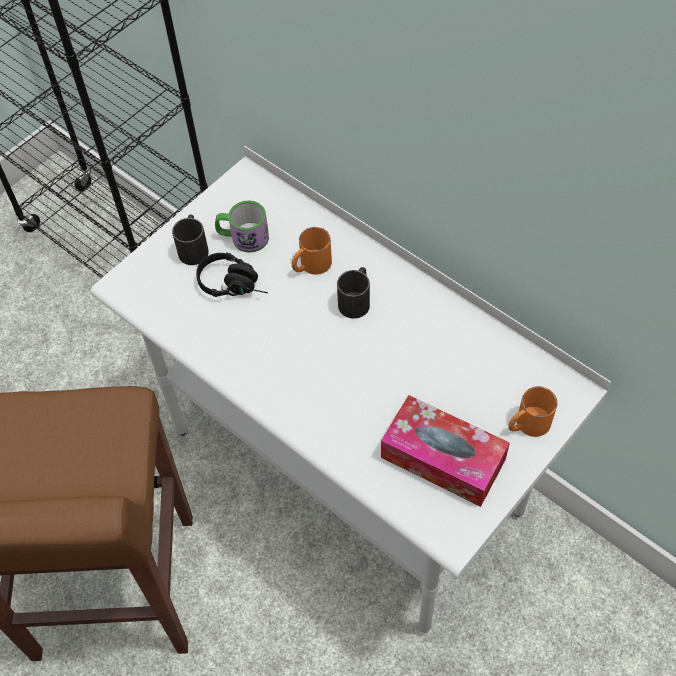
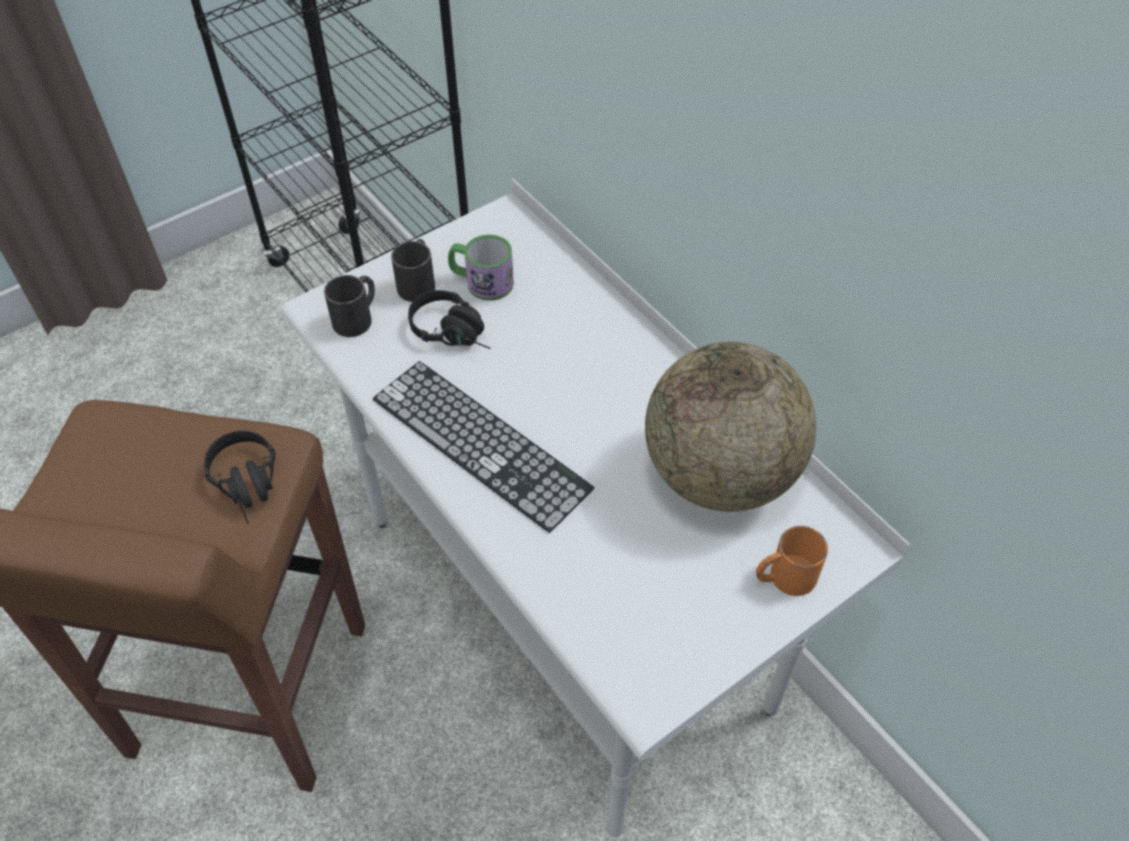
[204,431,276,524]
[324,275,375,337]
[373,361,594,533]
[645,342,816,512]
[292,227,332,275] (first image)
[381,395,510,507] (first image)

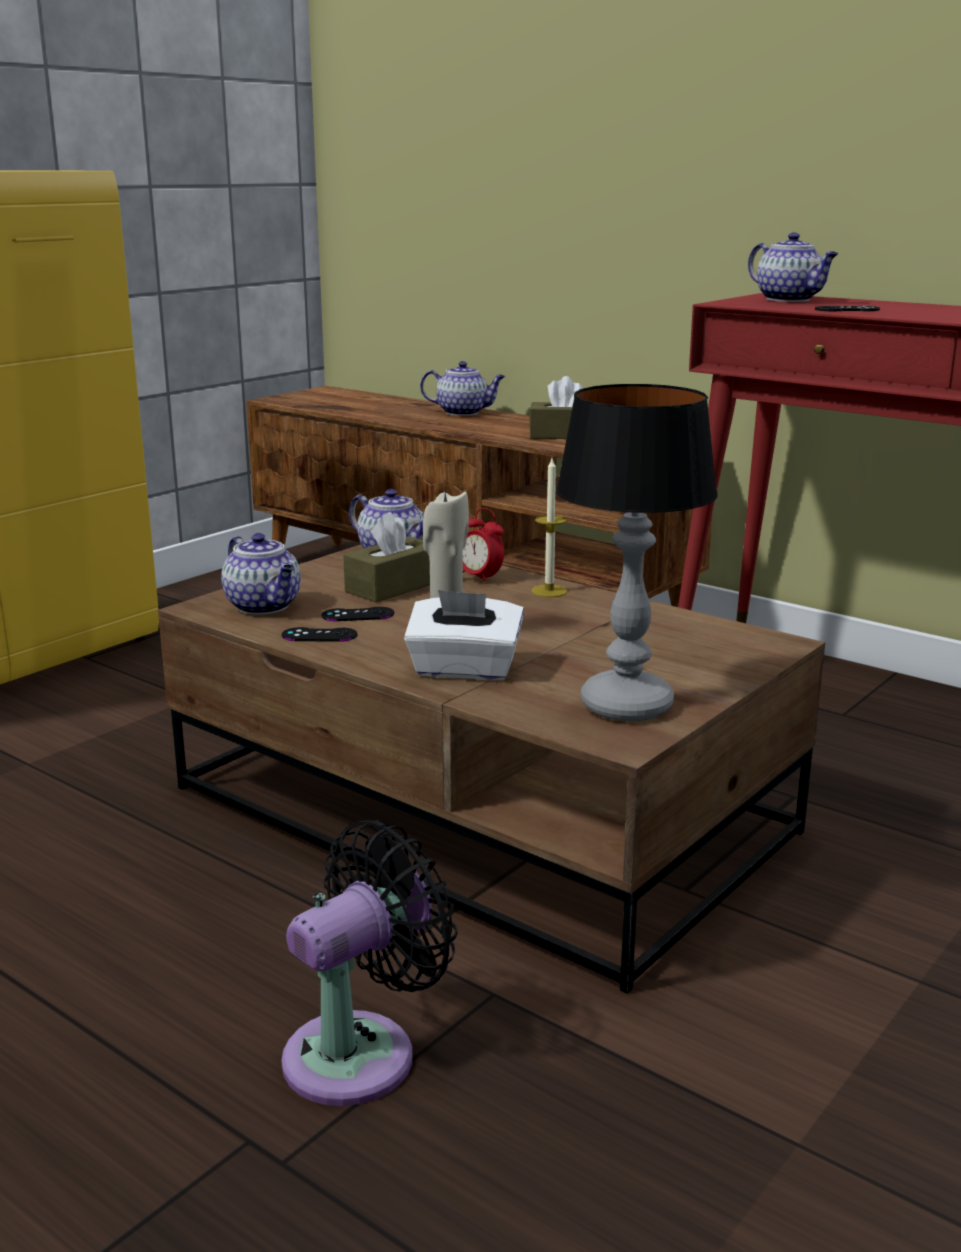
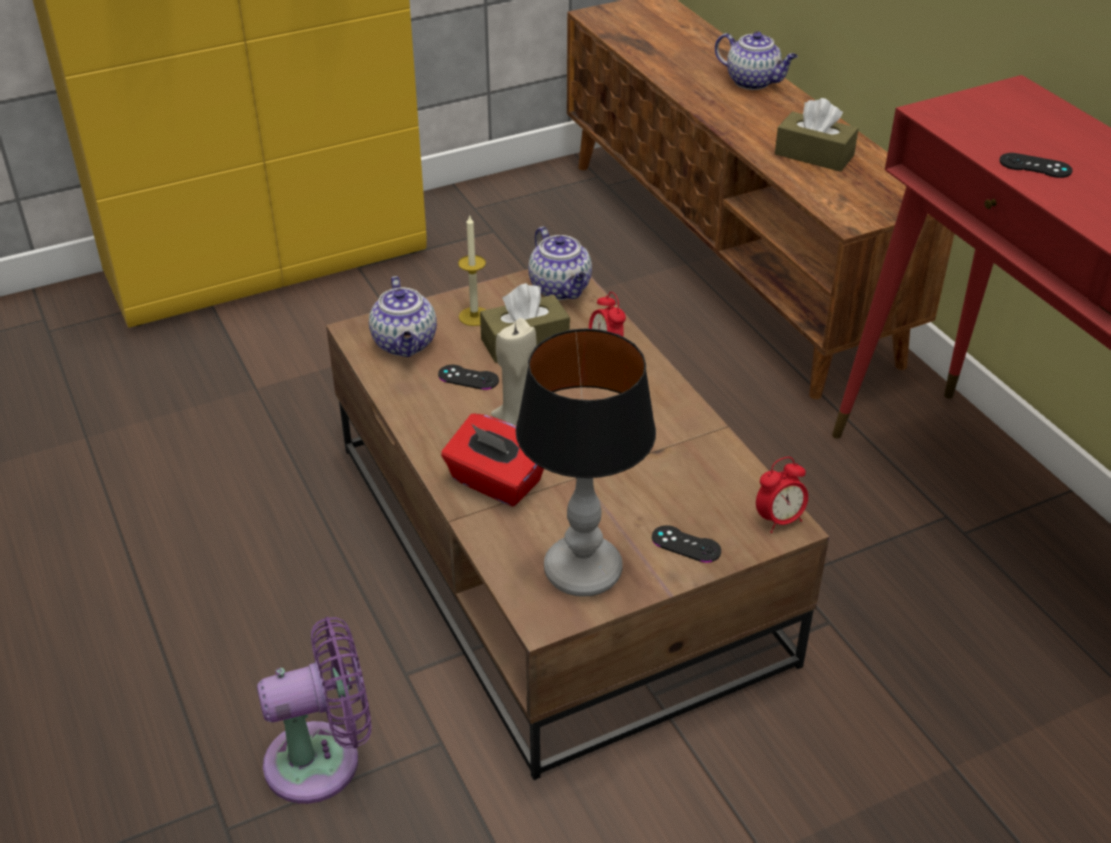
[257,617,372,804]
[441,414,544,507]
[458,216,486,326]
[652,525,721,563]
[756,457,808,533]
[748,232,838,302] (first image)

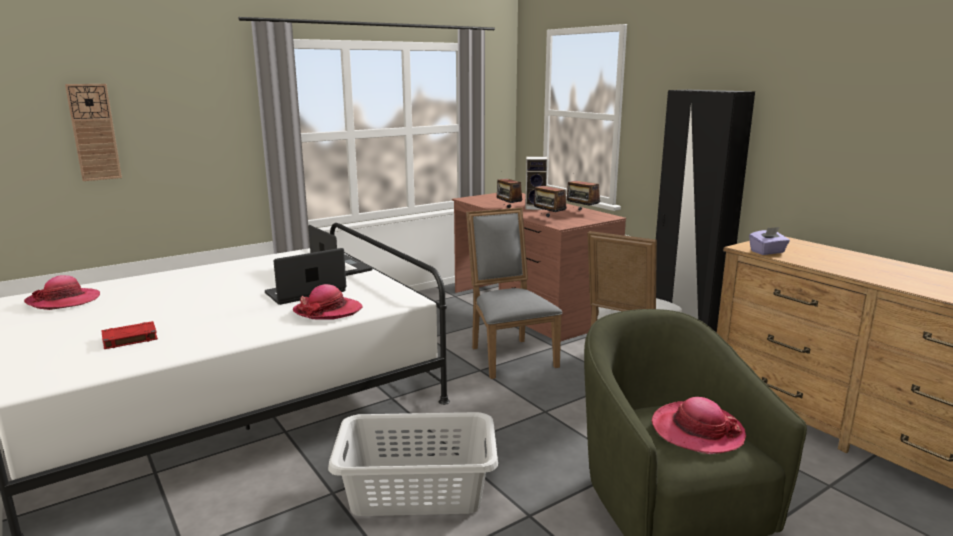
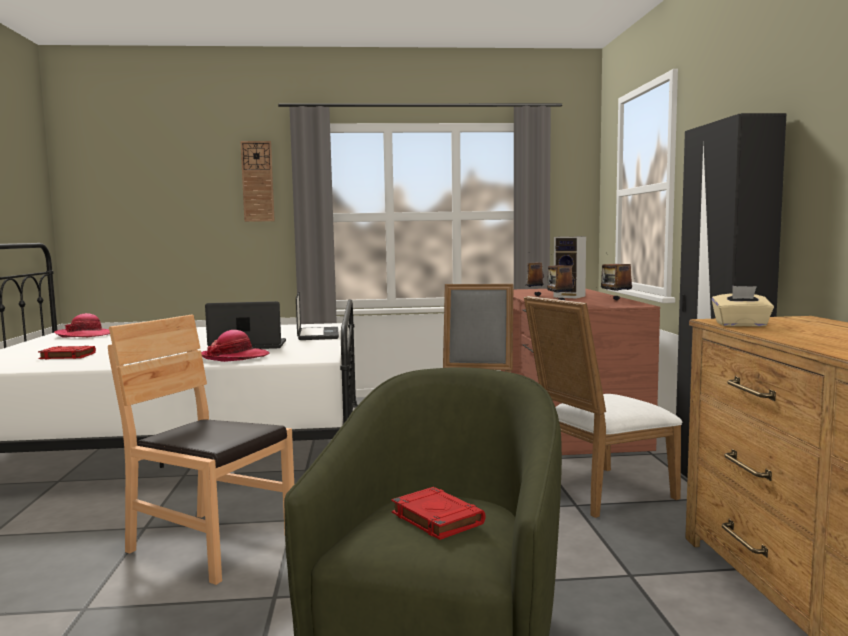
[108,314,294,585]
[240,141,275,222]
[392,487,486,540]
[712,286,774,327]

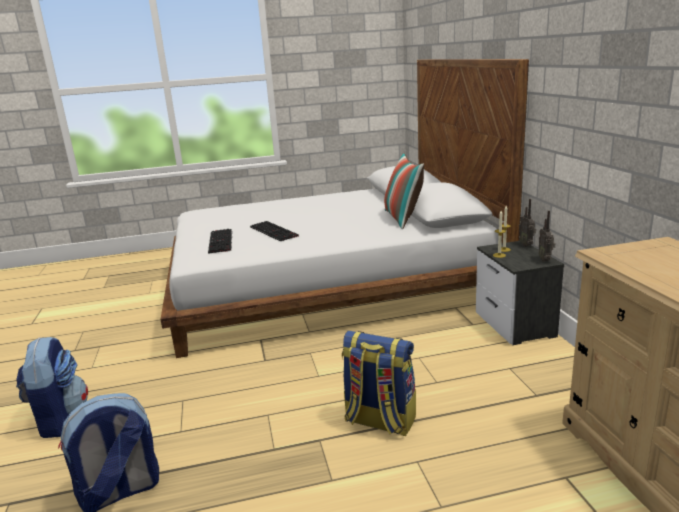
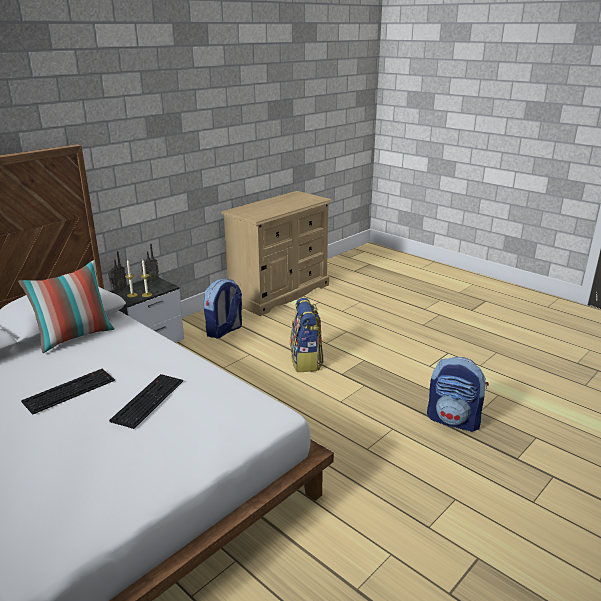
[21,369,115,415]
[204,279,242,338]

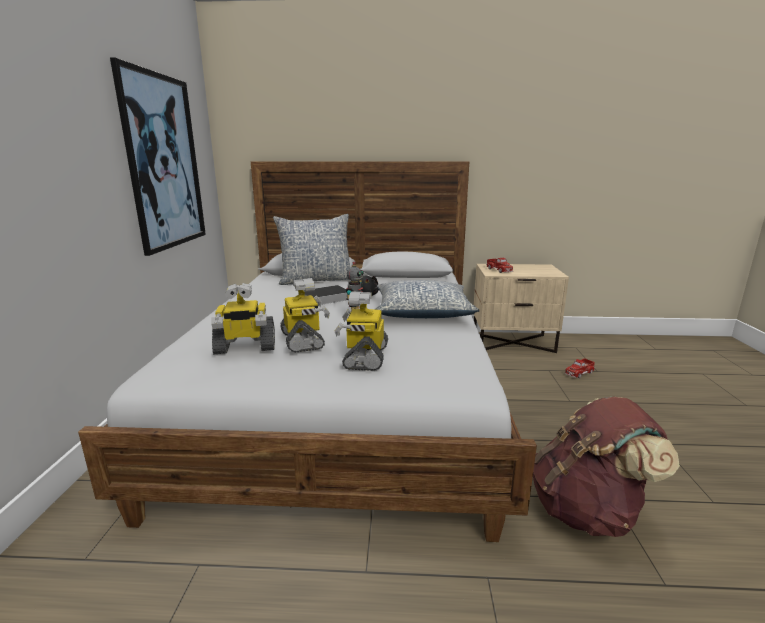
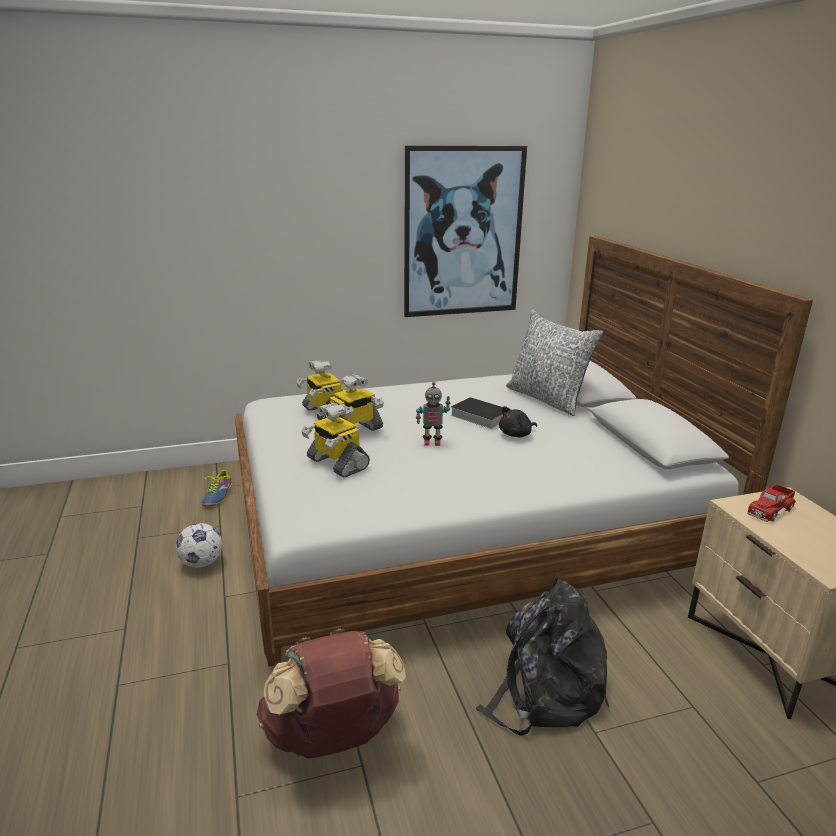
[176,523,222,568]
[202,470,232,507]
[301,403,370,478]
[475,578,609,736]
[375,280,480,318] (first image)
[565,358,595,378] (first image)

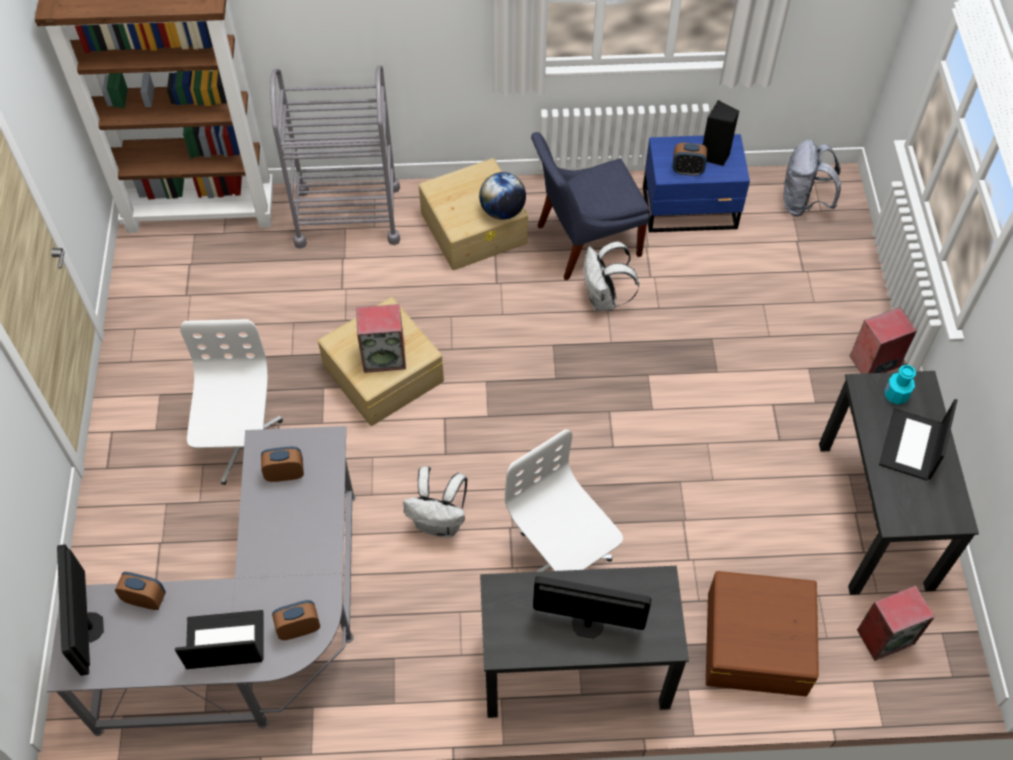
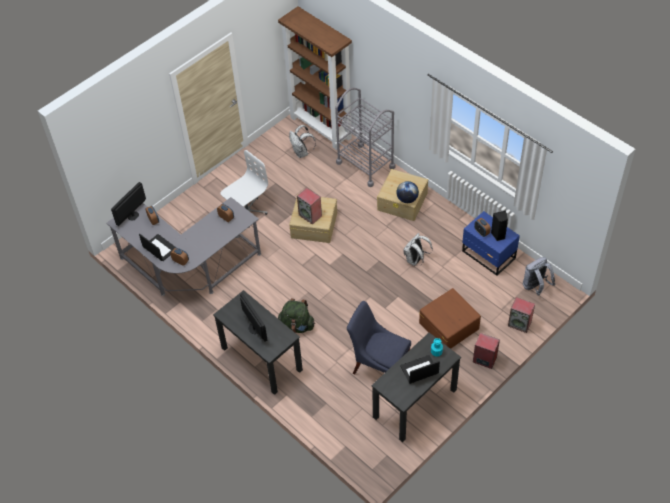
[278,299,315,333]
[289,125,316,158]
[347,301,411,374]
[419,288,481,349]
[508,297,535,333]

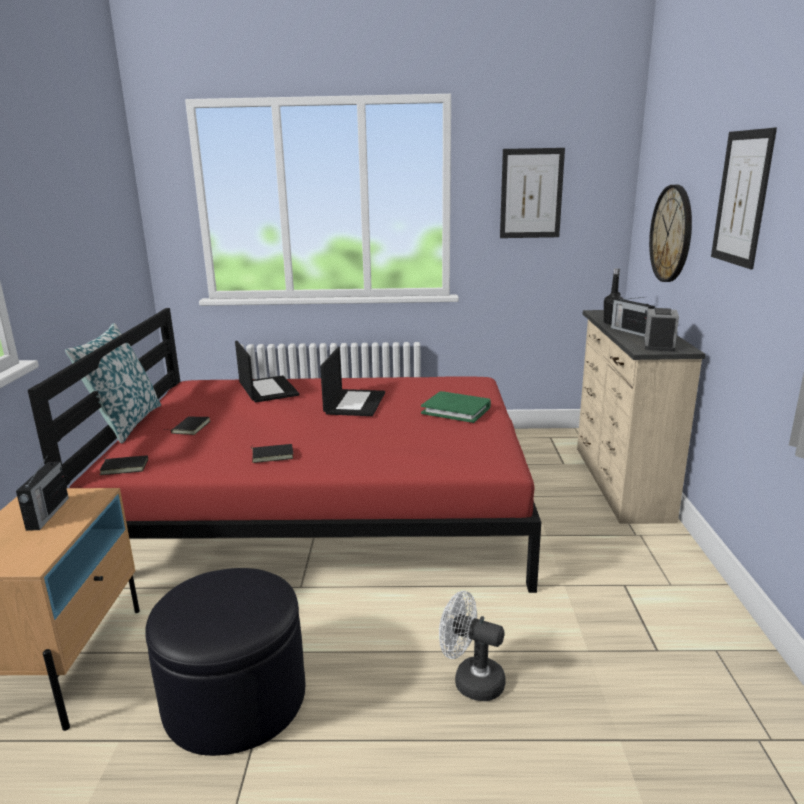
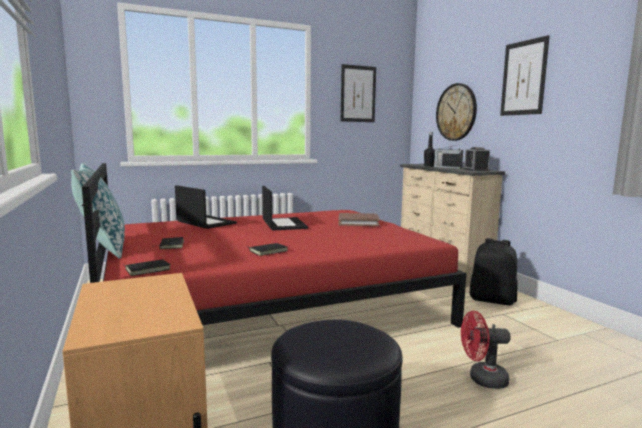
[338,213,380,226]
[461,311,511,389]
[470,238,518,305]
[16,454,69,531] (first image)

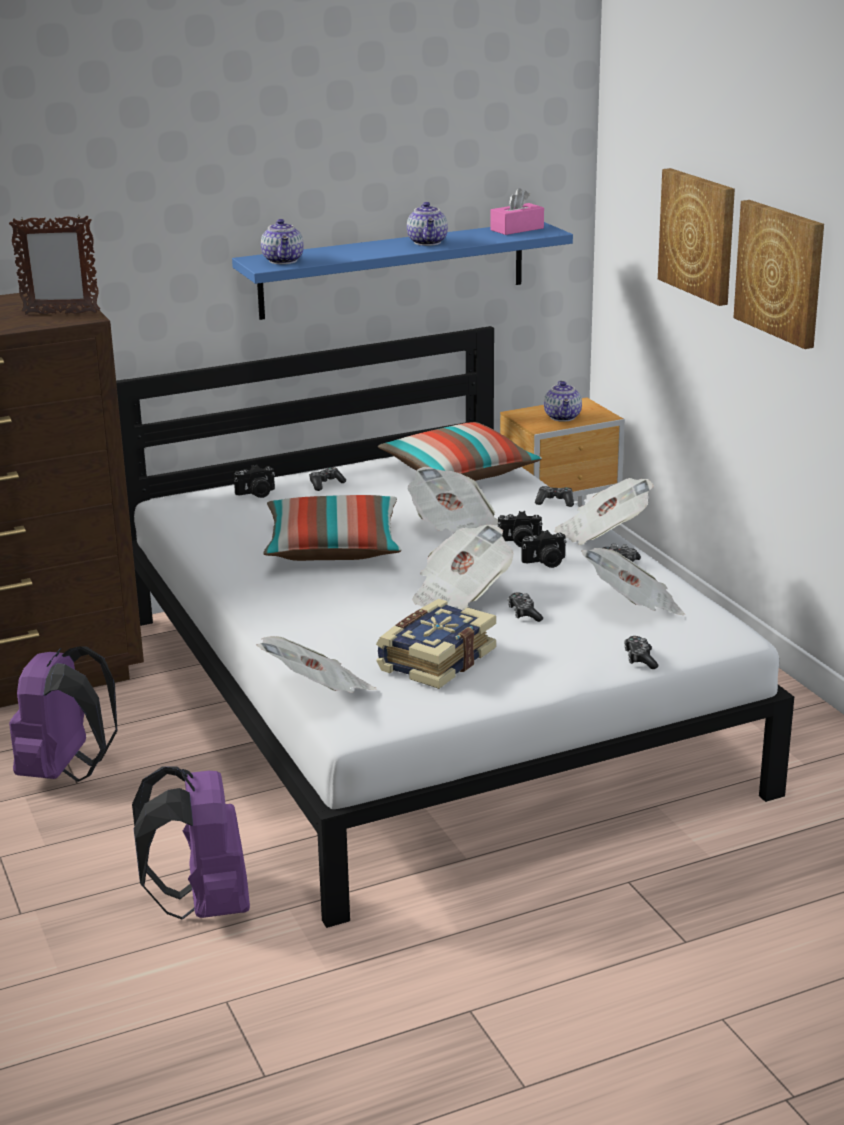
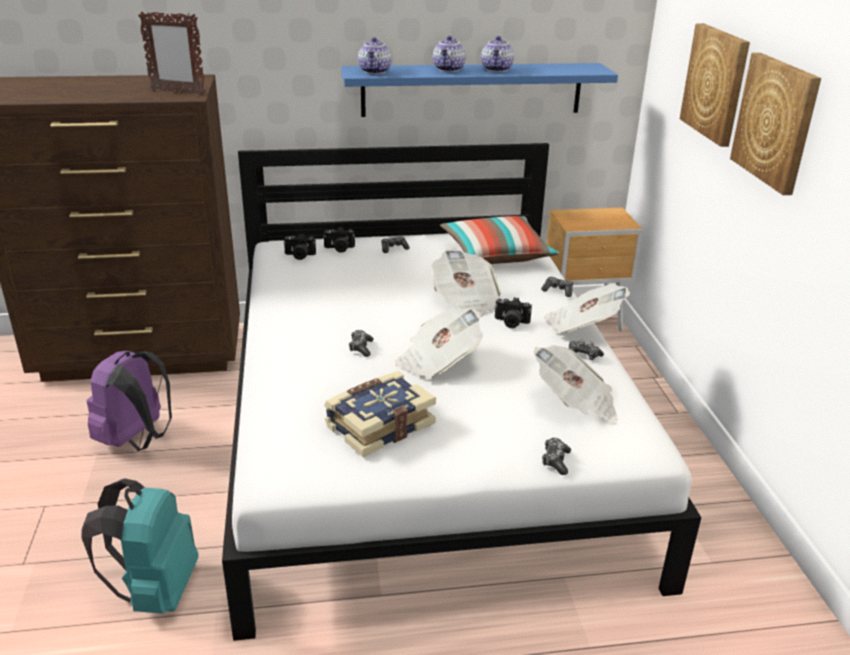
[82,478,199,614]
[283,234,316,260]
[349,330,374,357]
[433,36,466,72]
[256,636,376,693] (first image)
[263,495,402,561] (first image)
[491,188,544,235] (first image)

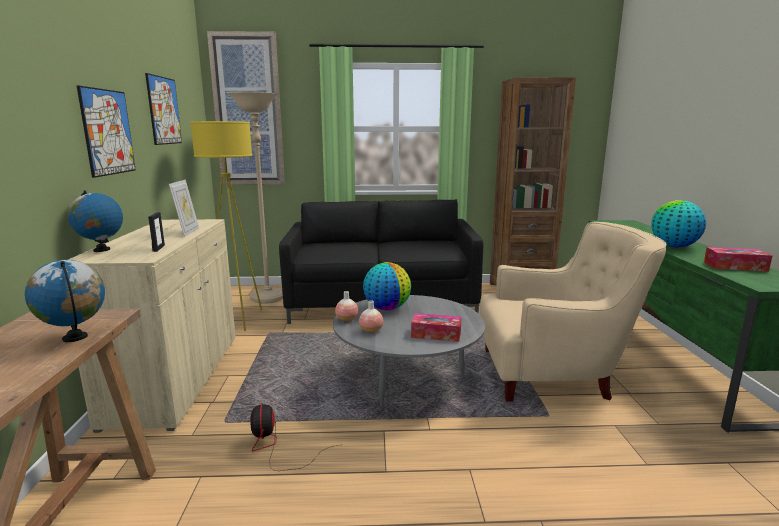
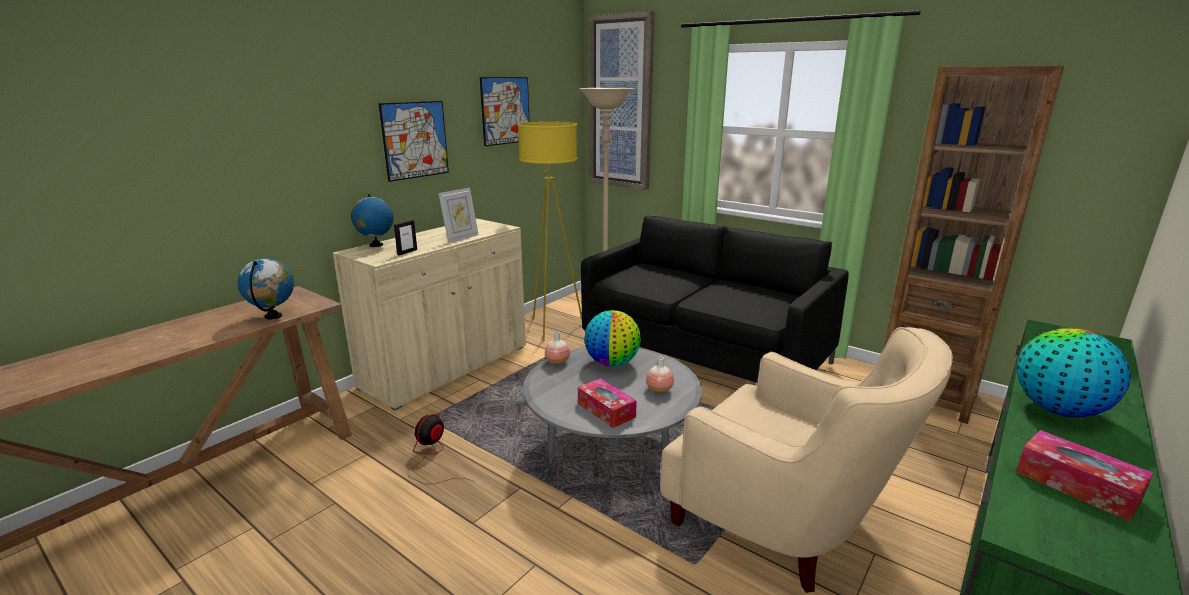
[646,357,674,393]

